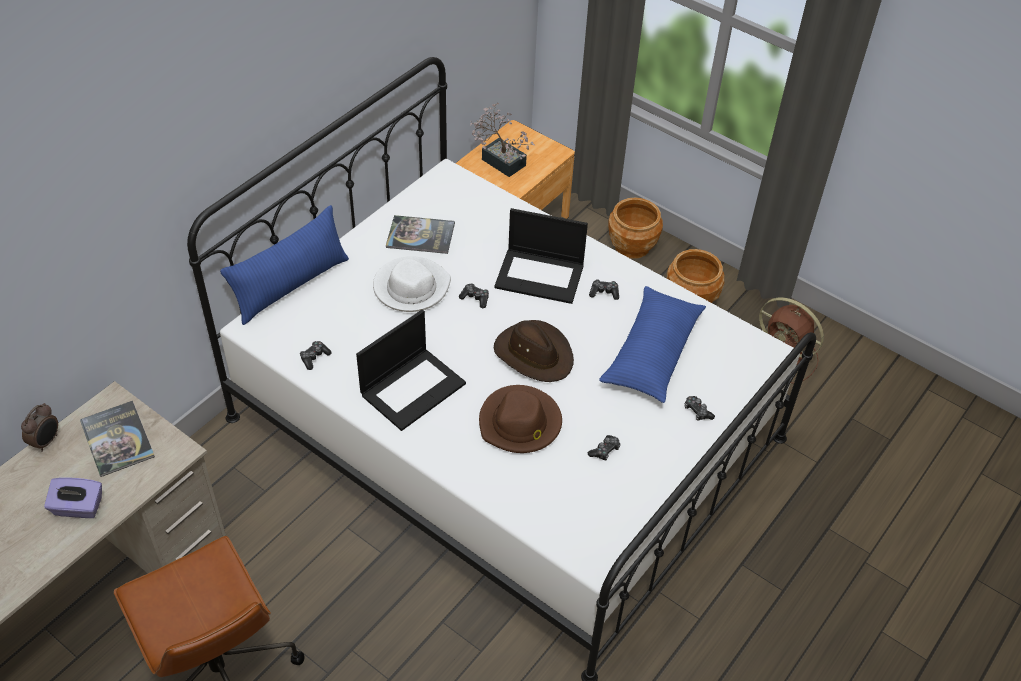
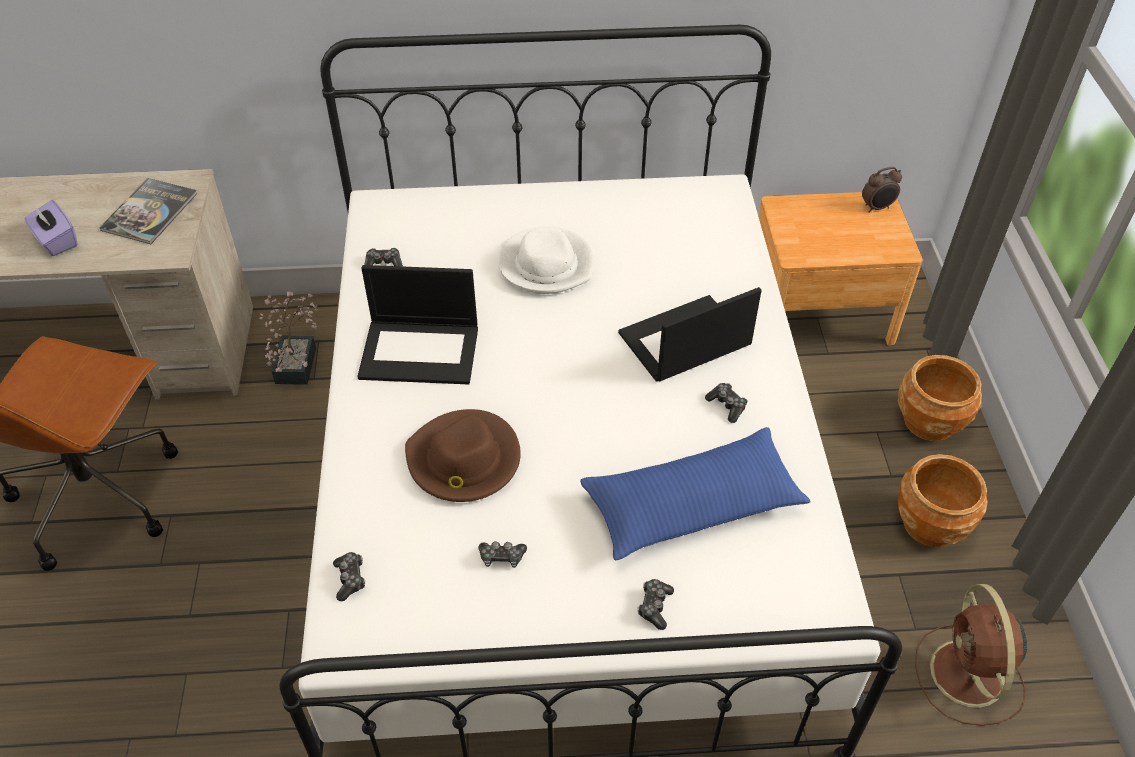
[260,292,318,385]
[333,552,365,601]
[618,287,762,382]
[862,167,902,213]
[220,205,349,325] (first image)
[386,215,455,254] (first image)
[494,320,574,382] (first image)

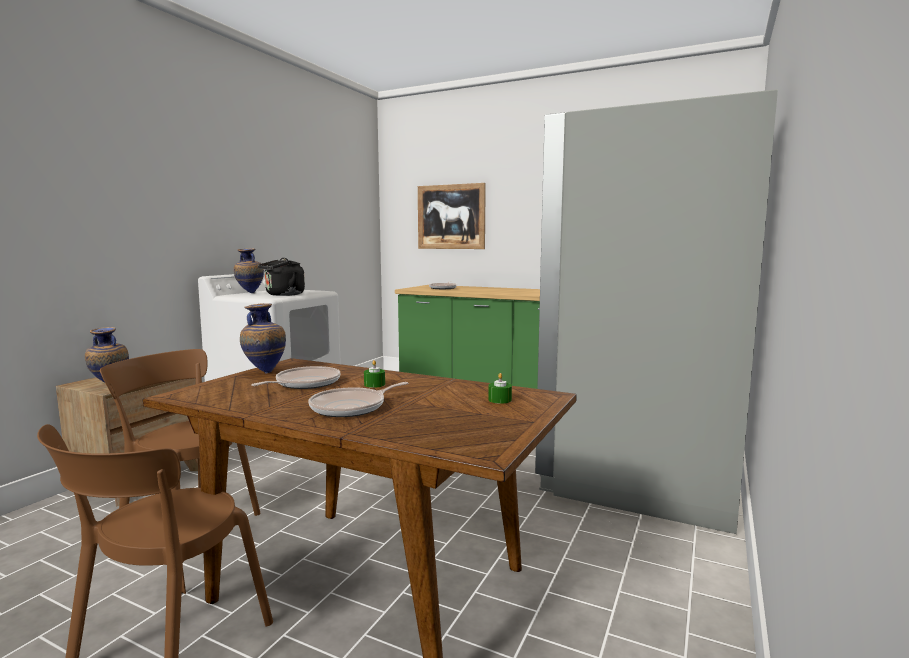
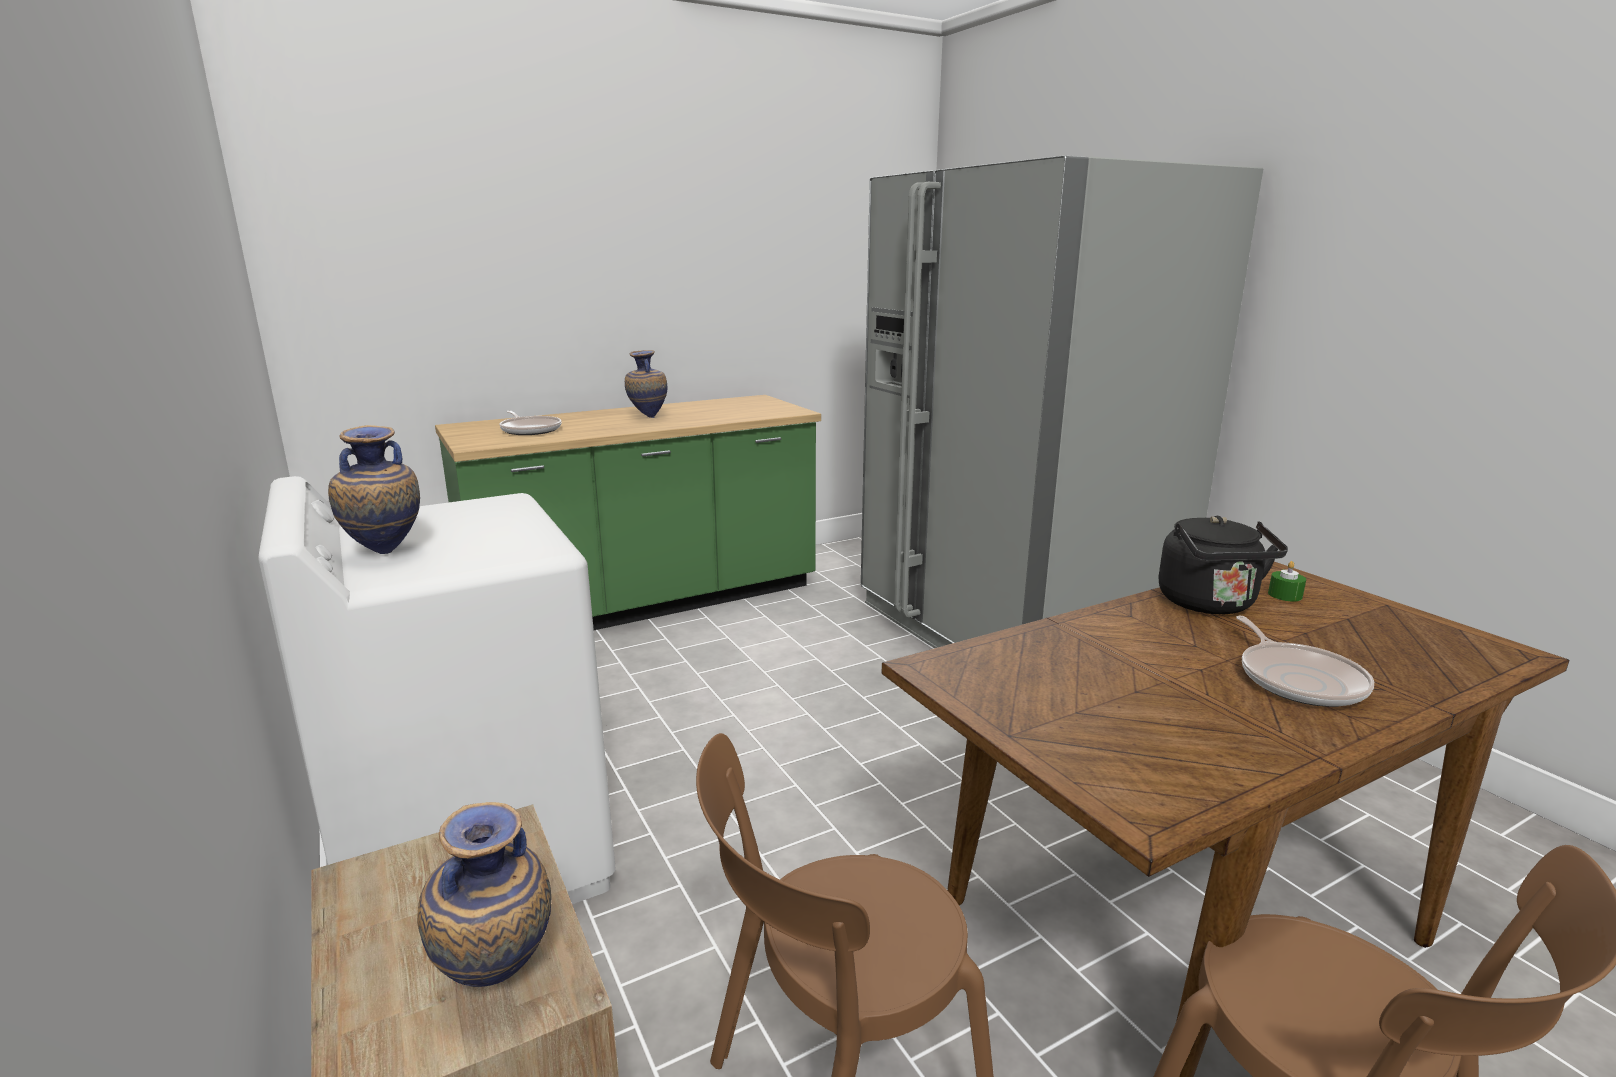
[625,350,667,418]
[1159,516,1288,614]
[251,366,341,389] (first image)
[364,360,385,388] (first image)
[418,183,486,249] (first image)

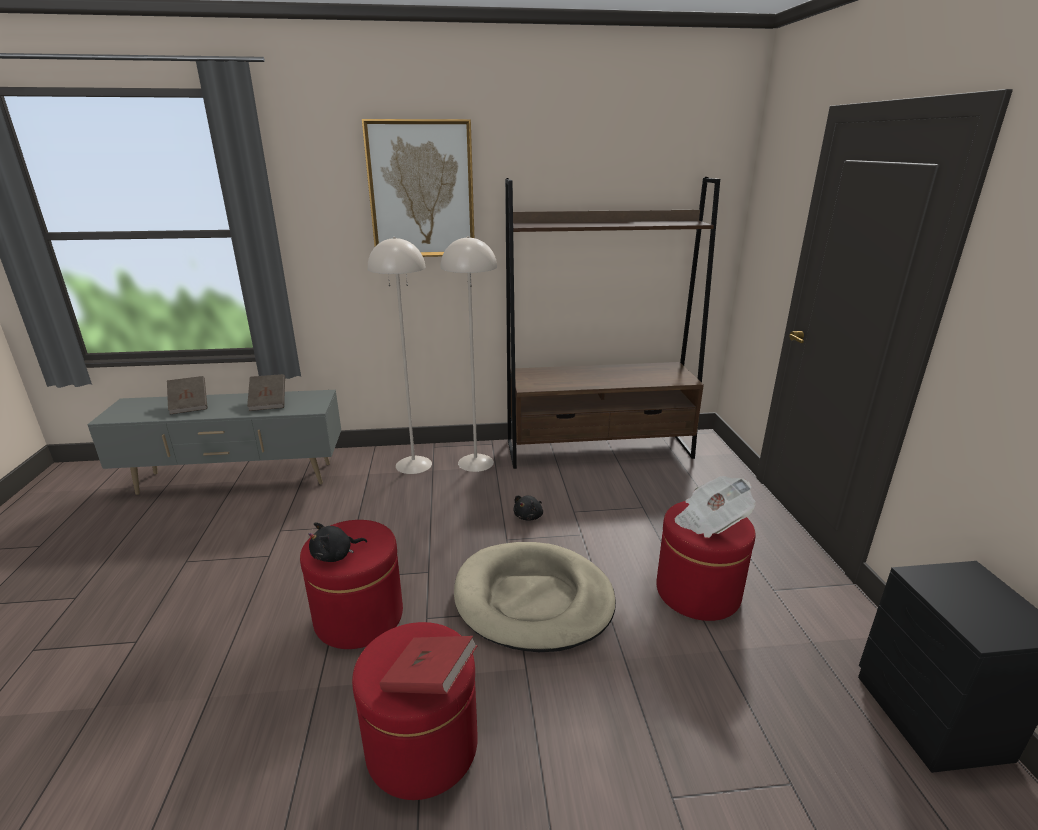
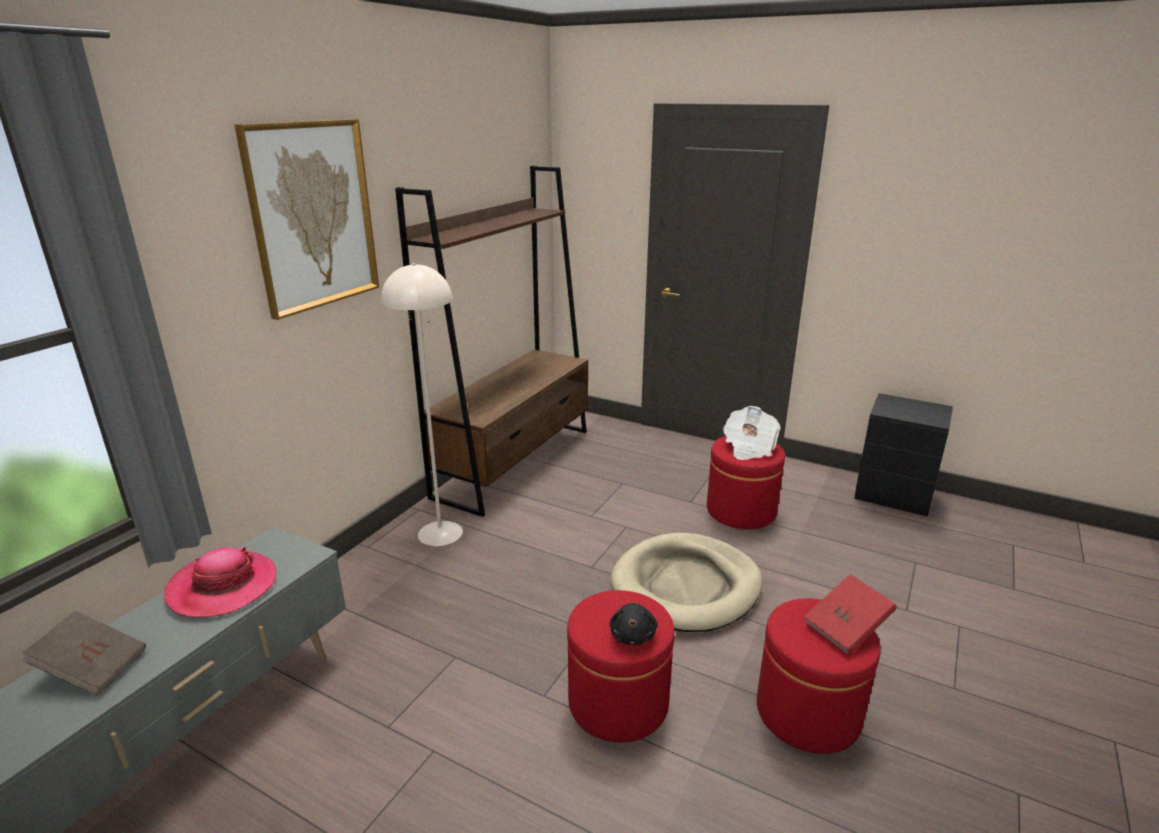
[164,546,276,618]
[368,237,432,474] (first image)
[513,496,543,520] (first image)

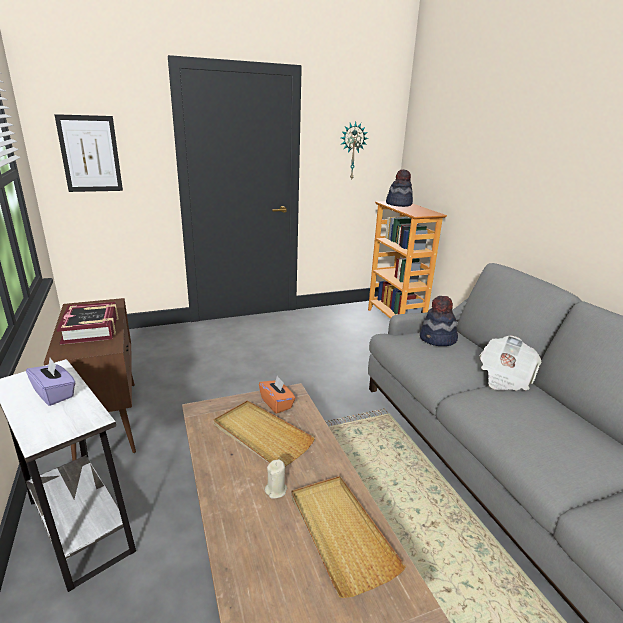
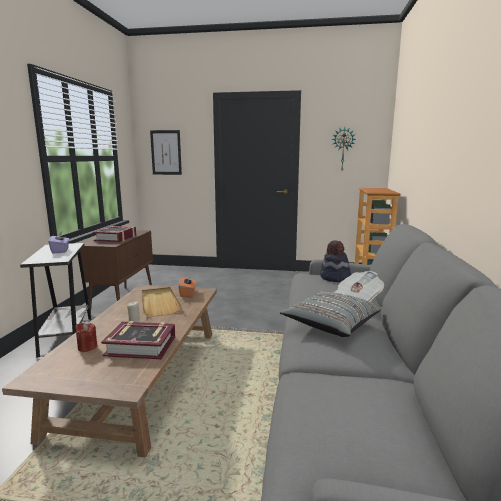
[75,323,97,352]
[101,321,175,359]
[280,292,381,337]
[386,169,413,207] (first image)

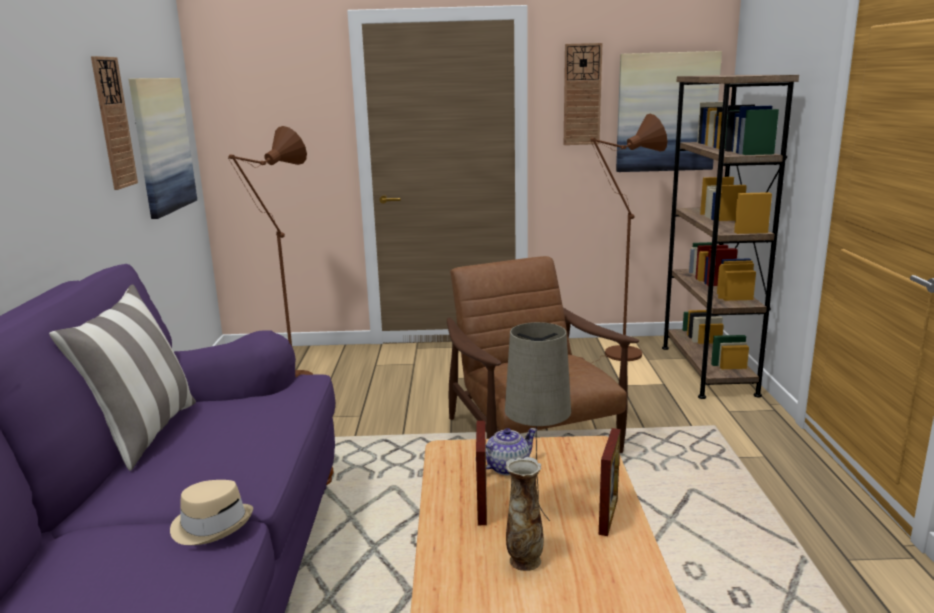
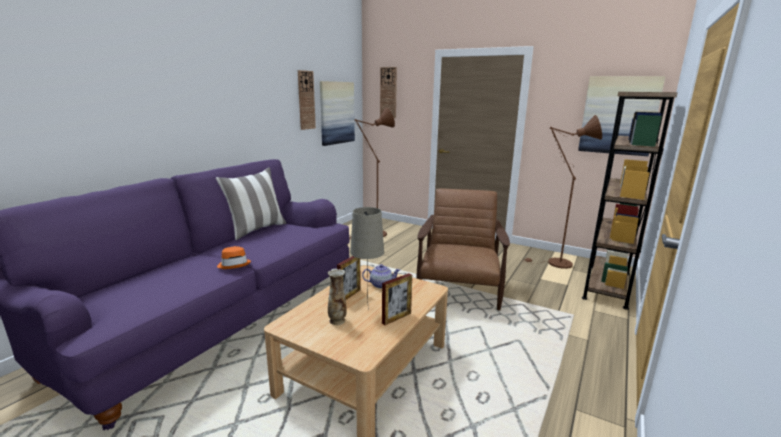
[217,246,251,269]
[380,67,397,118]

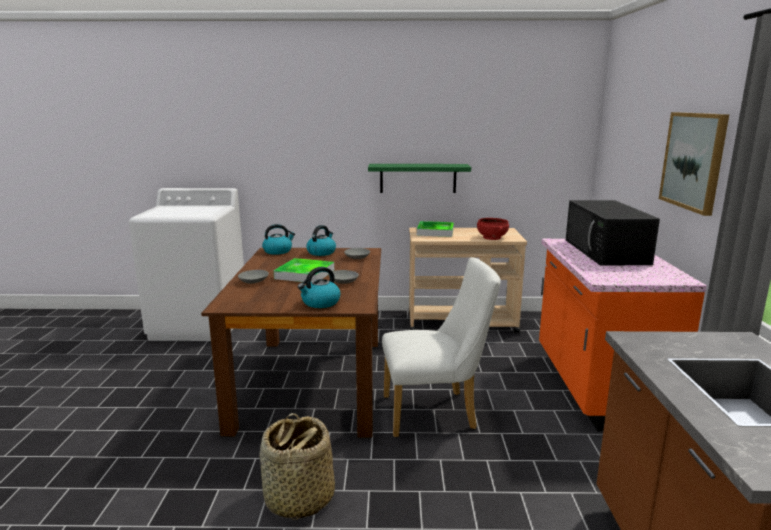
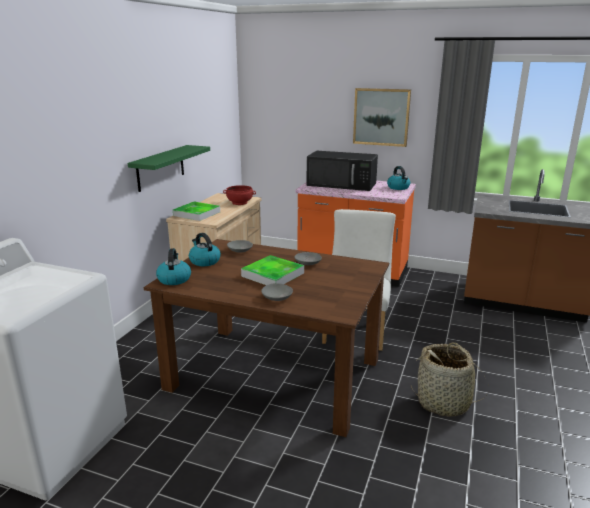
[387,166,410,190]

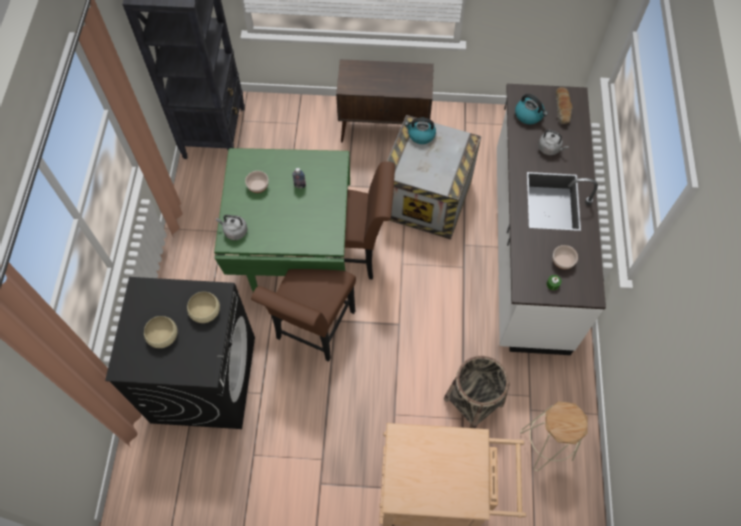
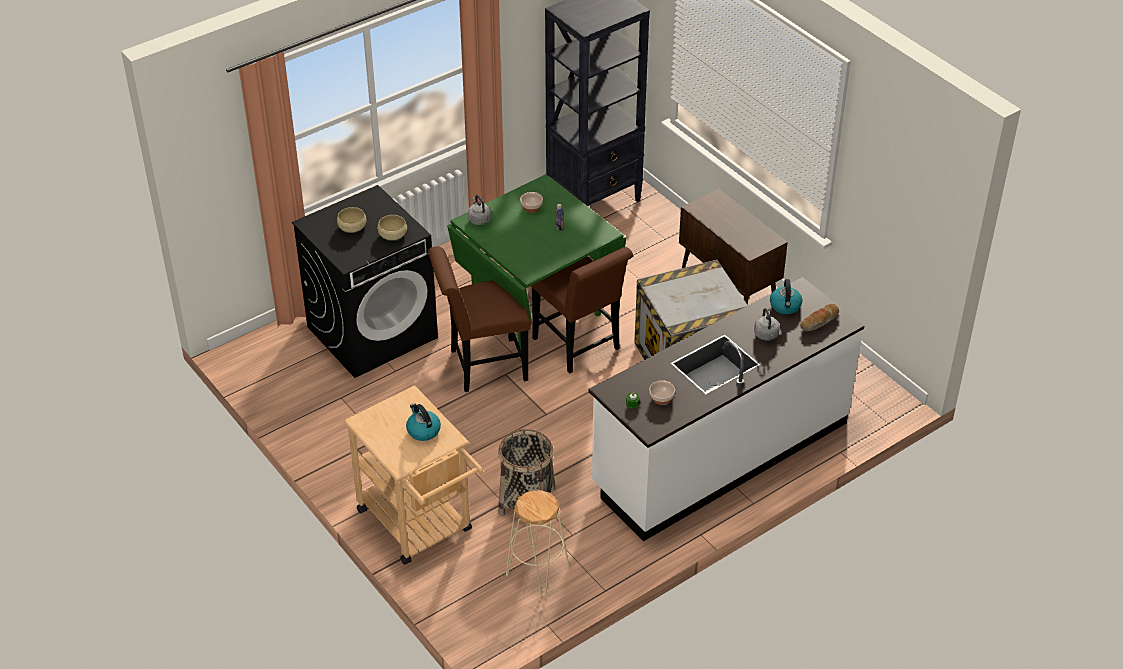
[406,403,441,441]

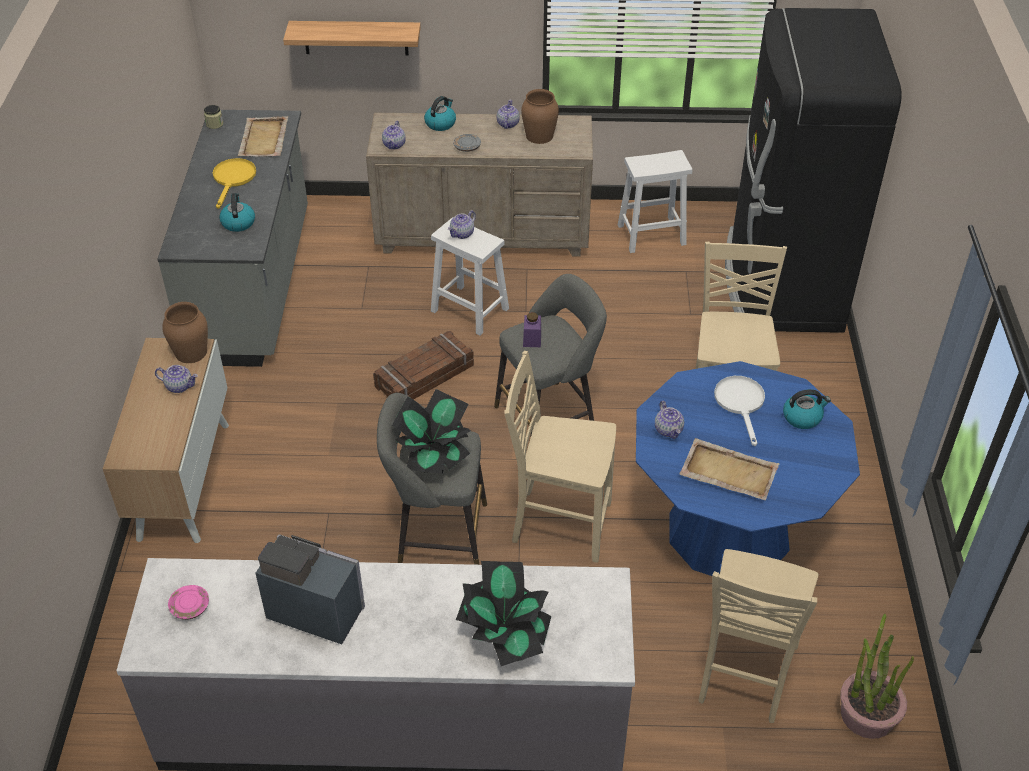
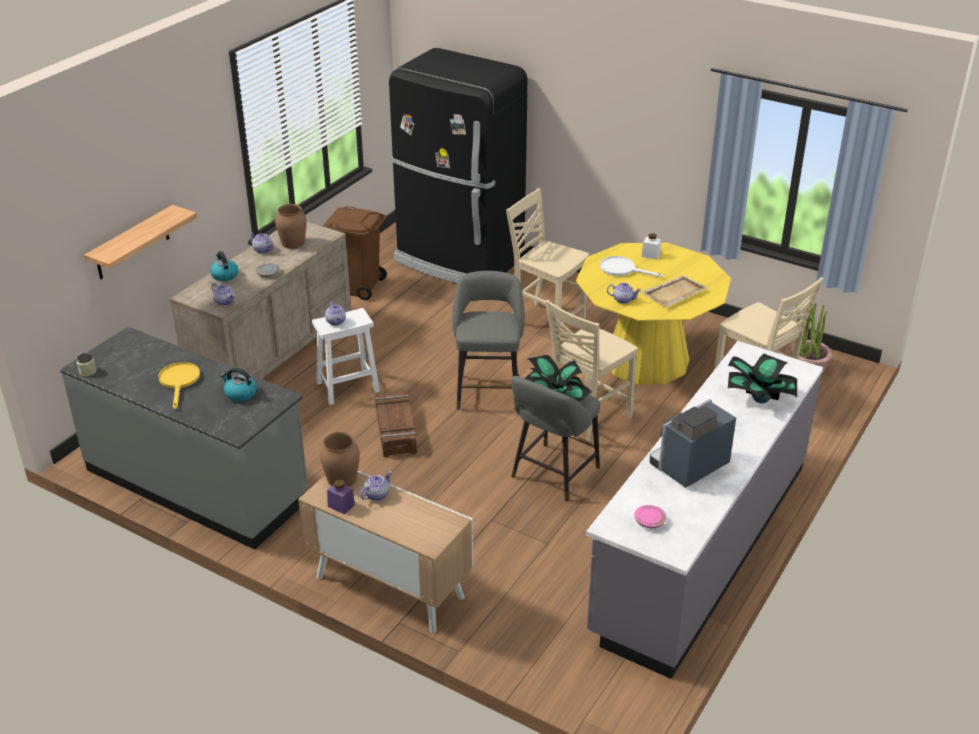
[158,362,200,409]
[322,206,387,300]
[327,480,355,515]
[576,243,731,385]
[641,233,661,260]
[238,116,288,157] (first image)

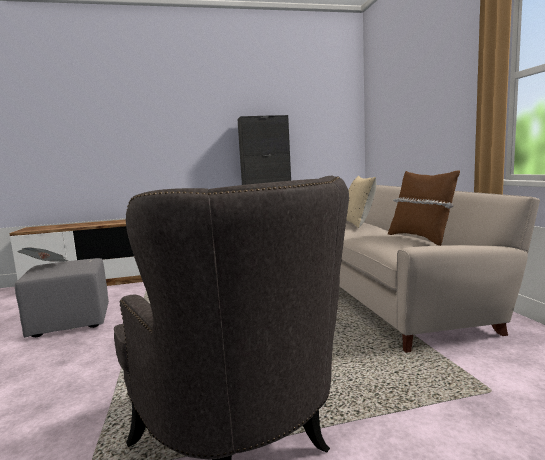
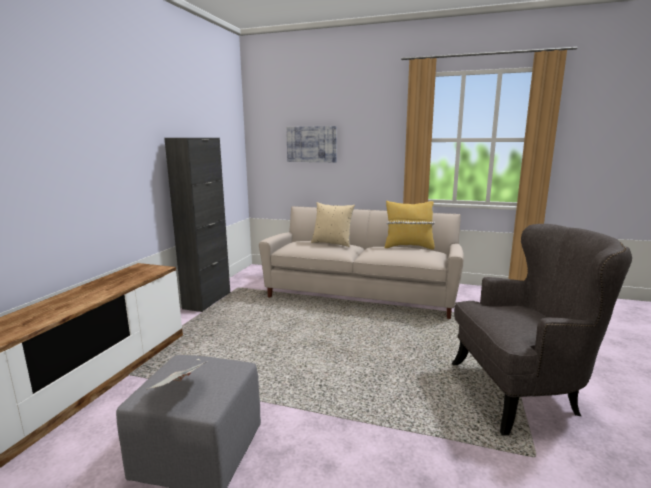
[286,126,337,162]
[385,201,435,250]

